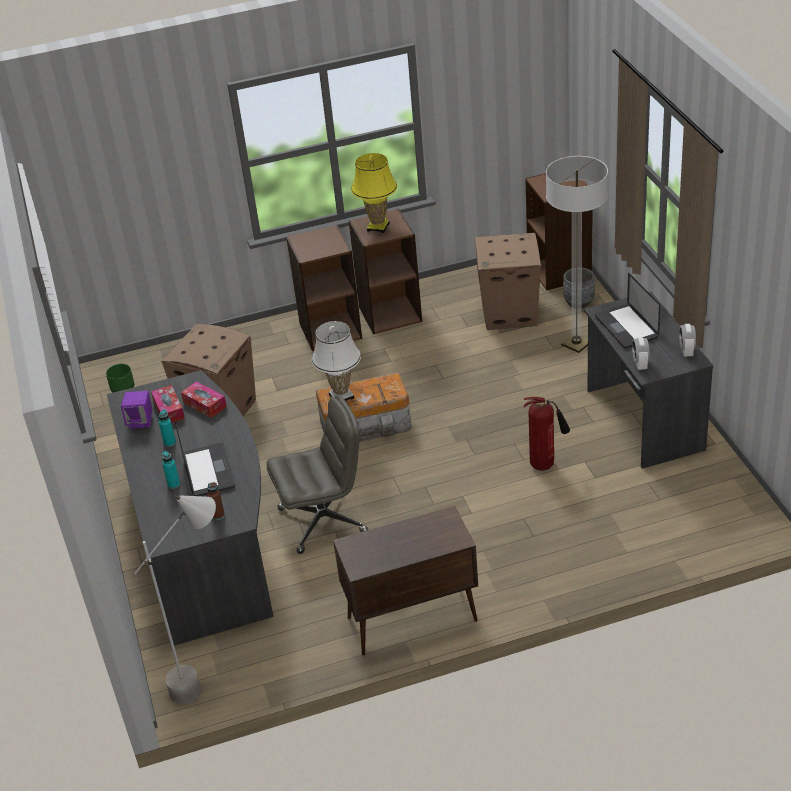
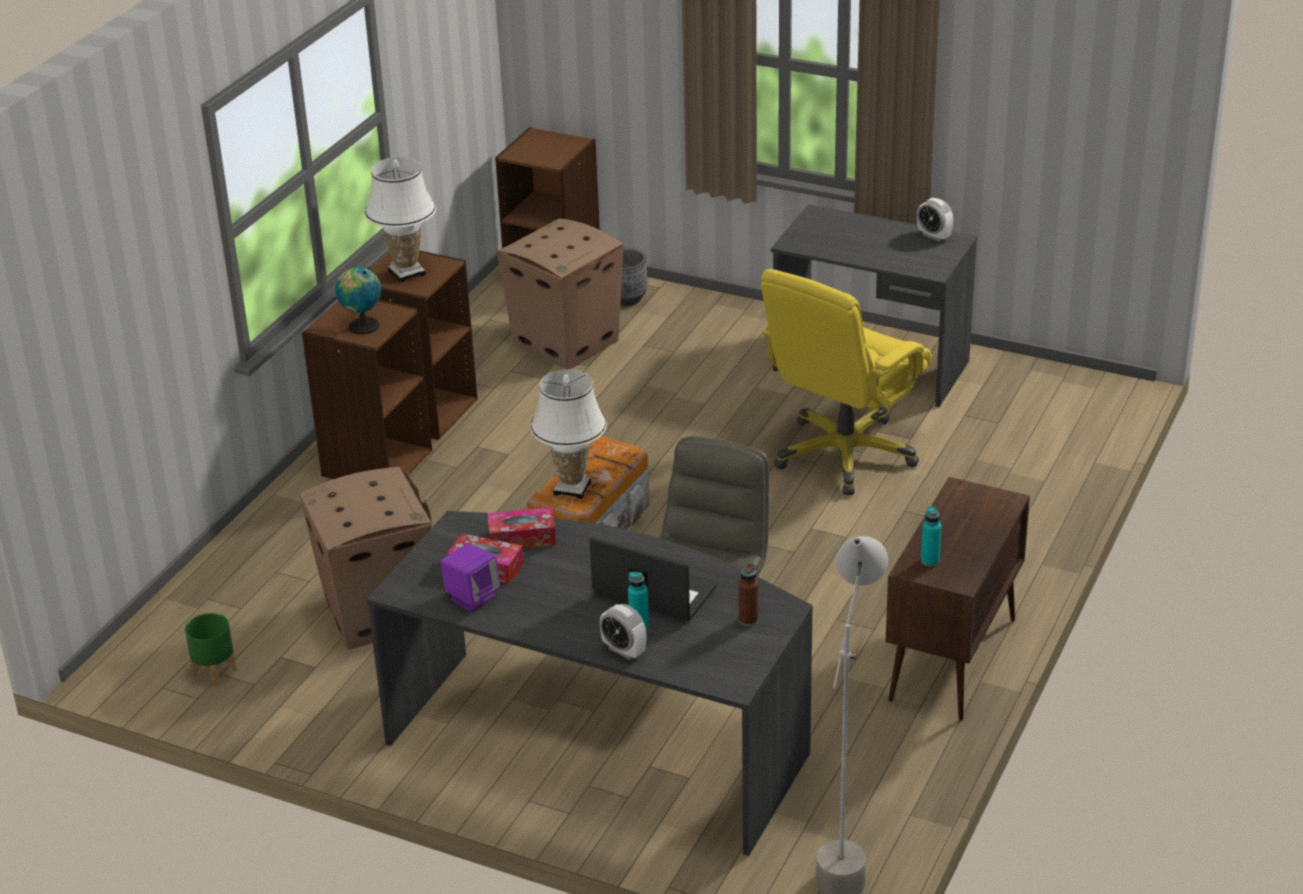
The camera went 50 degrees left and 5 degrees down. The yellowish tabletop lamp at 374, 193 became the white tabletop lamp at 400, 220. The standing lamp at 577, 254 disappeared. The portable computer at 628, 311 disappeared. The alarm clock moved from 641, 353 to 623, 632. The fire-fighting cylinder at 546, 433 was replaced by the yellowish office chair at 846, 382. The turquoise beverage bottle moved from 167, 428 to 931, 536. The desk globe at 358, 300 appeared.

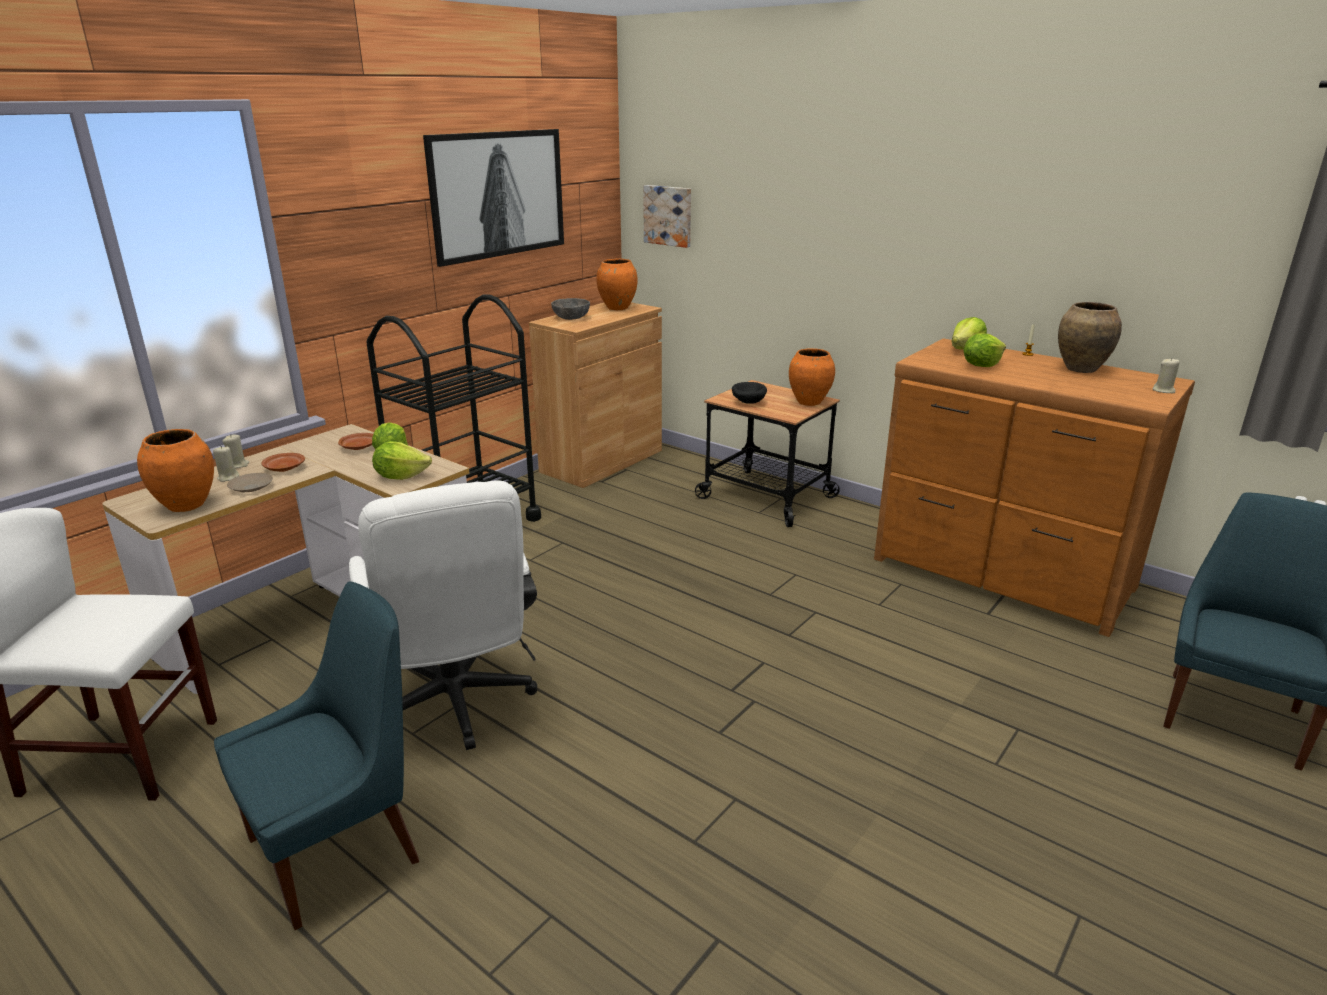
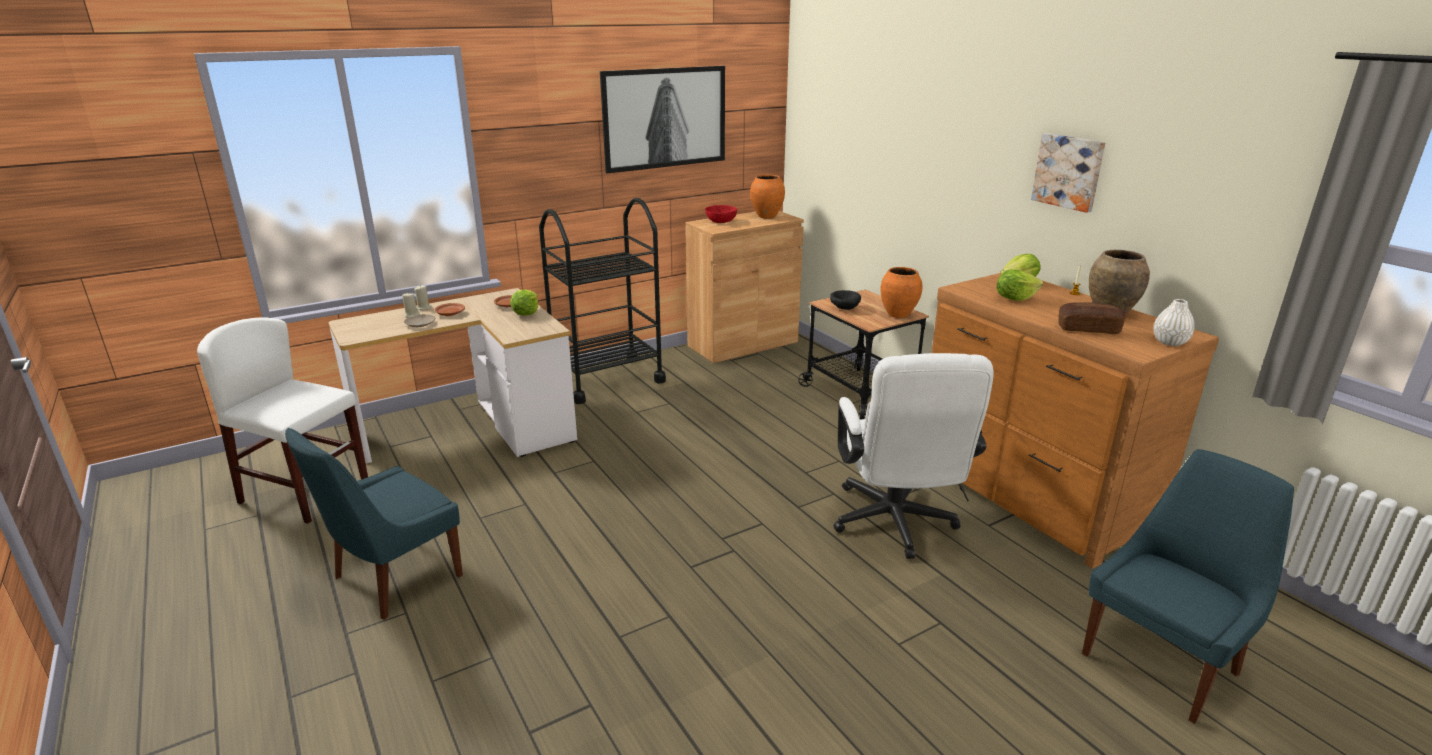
The camera went 20 degrees right and 0 degrees up. The picture moved from 667, 216 to 1068, 173. The grey serving bowl at 570, 309 became the red serving bowl at 721, 214. The sand-coloured wax light at 1166, 375 was replaced by the white flower vase at 1174, 322. The orange-coloured flower vase at 175, 470 disappeared. The head of lettuce at 402, 460 disappeared. The white office chair moved from 443, 615 to 913, 456. The blue-coloured plain chair at 316, 755 turned 150 degrees clockwise. The bread at 1092, 318 appeared.

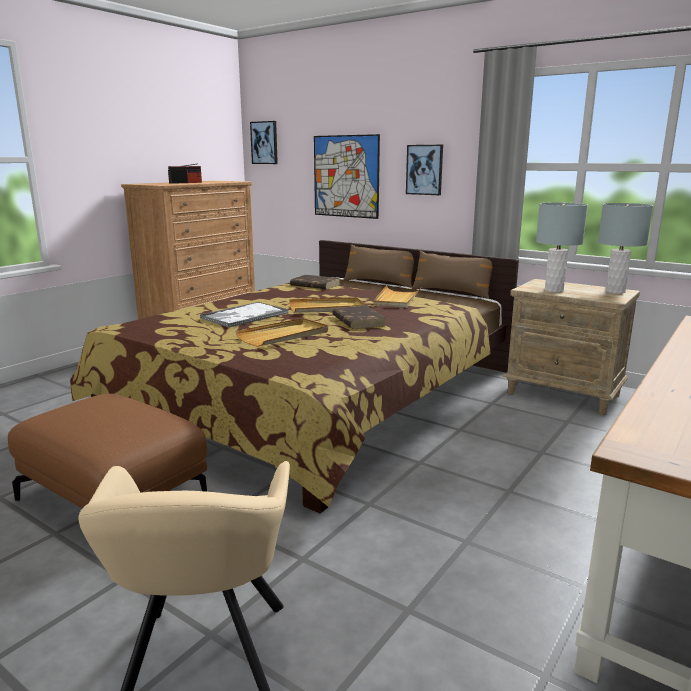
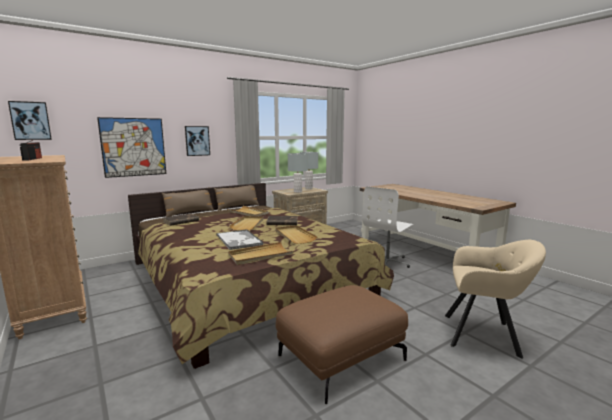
The camera went 70 degrees left and 5 degrees down. The white office chair at 388, 227 appeared. The sand-coloured serving tray at 261, 253 appeared.

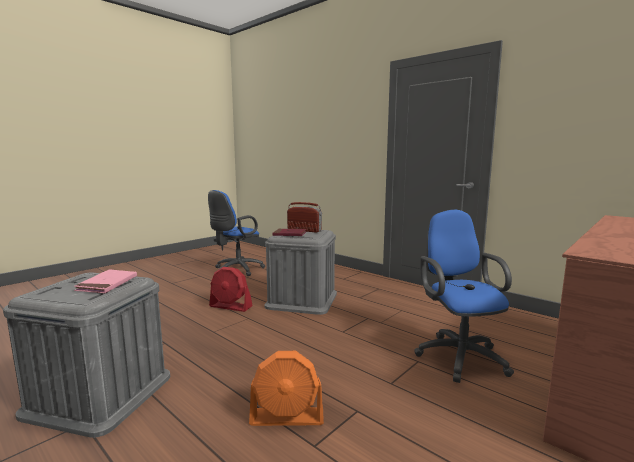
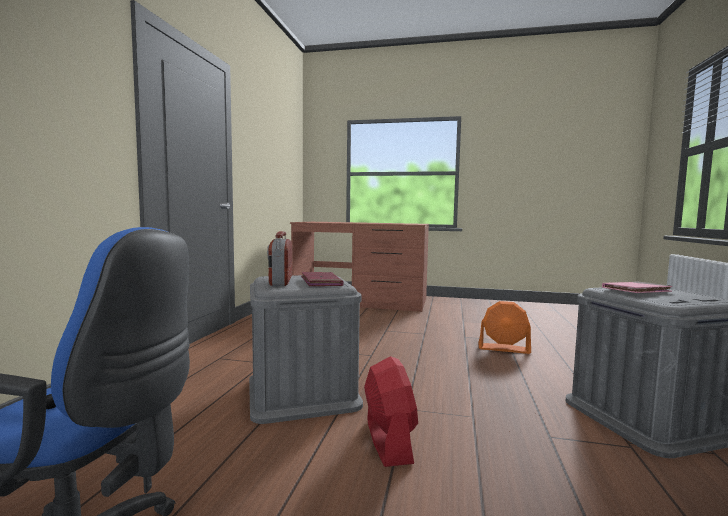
The camera went 120 degrees left and 5 degrees down. The blue-coloured office chair at 464, 296 disappeared. The orange-coloured fan at 286, 388 turned 135 degrees clockwise.

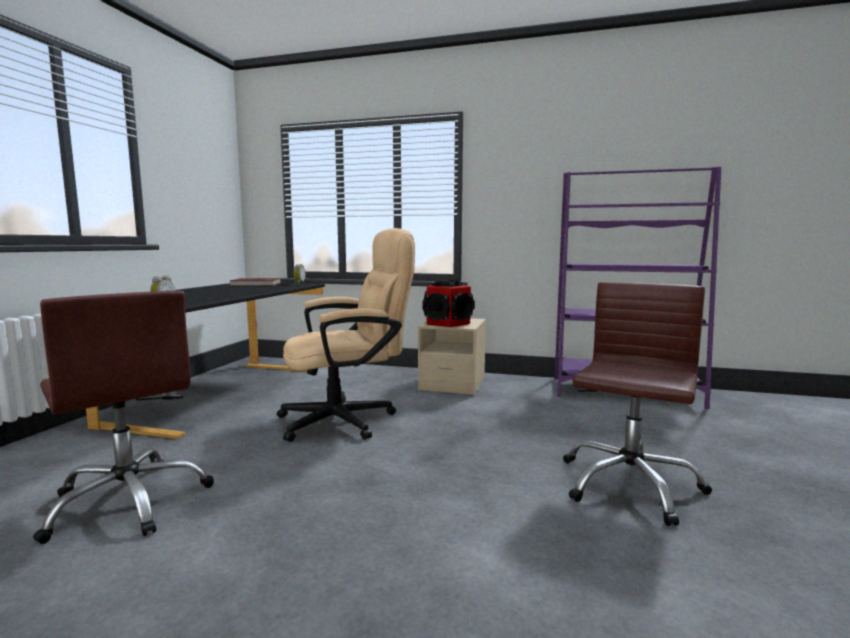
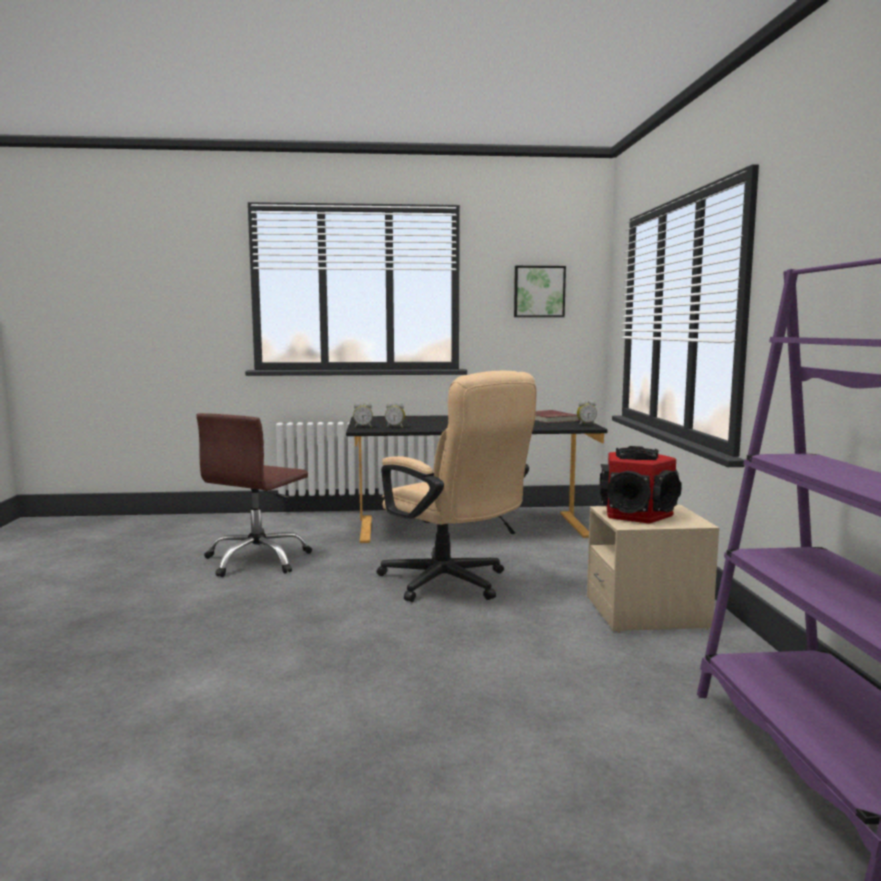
The camera went 70 degrees right and 0 degrees up. The brown office chair at 637, 404 disappeared. The picture at 540, 291 appeared. The alarm clock at 395, 415 appeared.

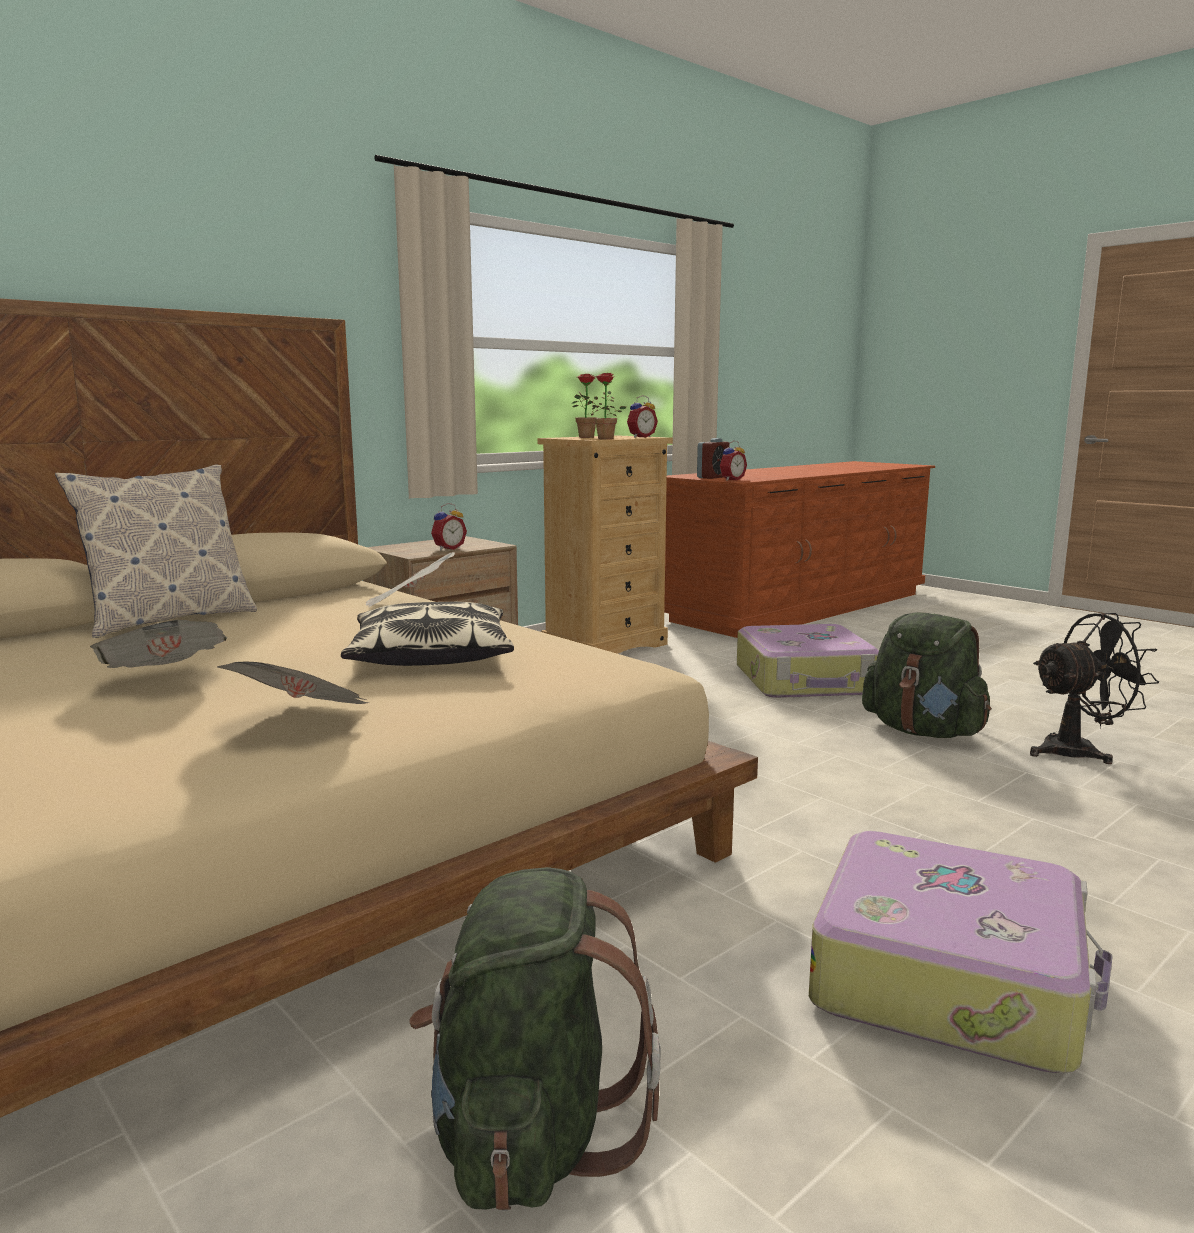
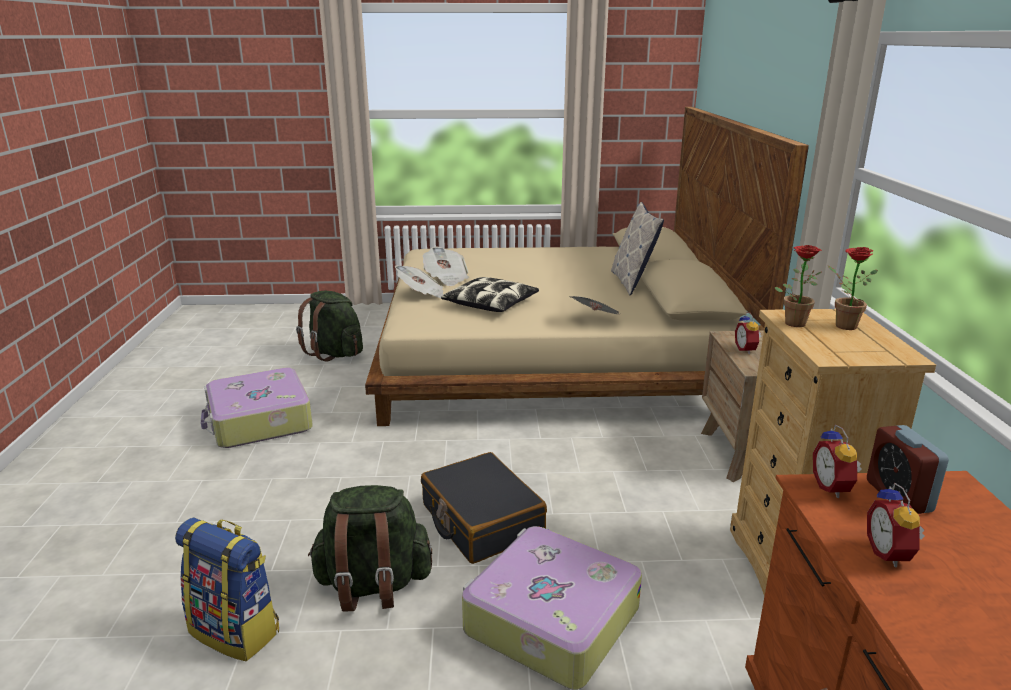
The camera went 130 degrees right and 10 degrees up. The alarm clock moved from 642, 416 to 896, 525. The blackish fan at 1094, 688 was replaced by the knapsack at 227, 590. The printed paper moved from 158, 644 to 419, 281. The blackish piece of luggage at 484, 508 appeared.

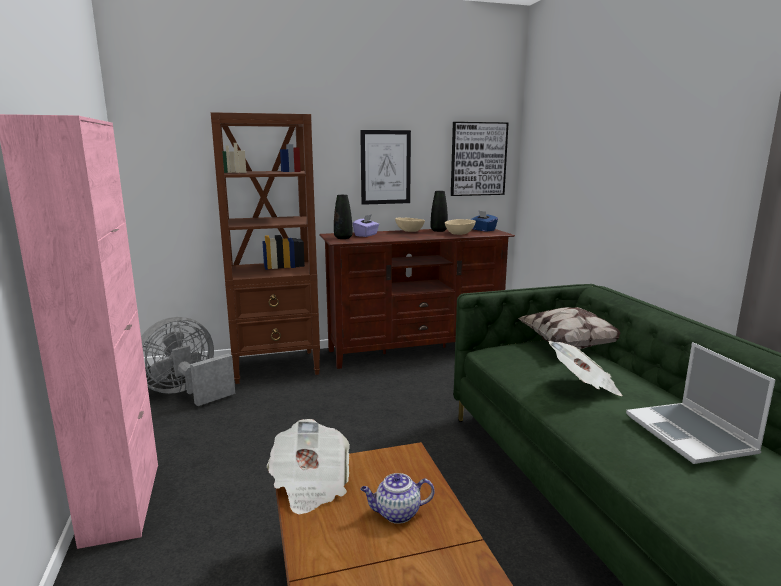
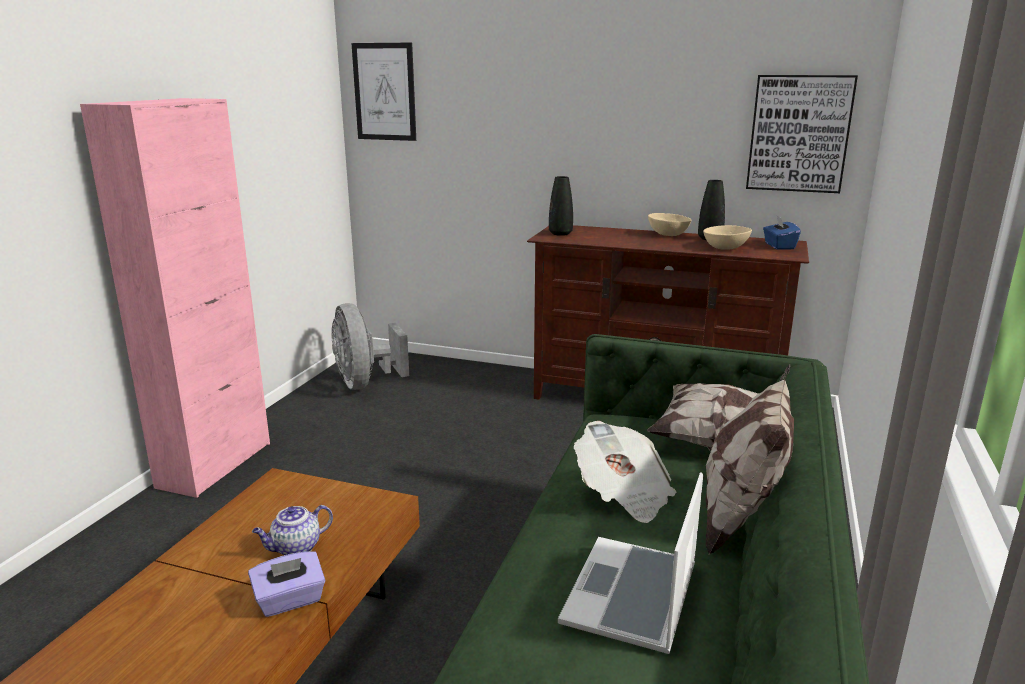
The camera went 35 degrees right and 5 degrees up. The brown bookshelf at 265, 248 disappeared. The picture moved from 385, 167 to 383, 92. The purple box of tissues moved from 366, 225 to 287, 584. The grey fan at 188, 361 turned 105 degrees counterclockwise. The printed paper at 308, 467 disappeared. The pot for tea at 397, 498 turned 60 degrees counterclockwise. The pillow at 750, 460 appeared.

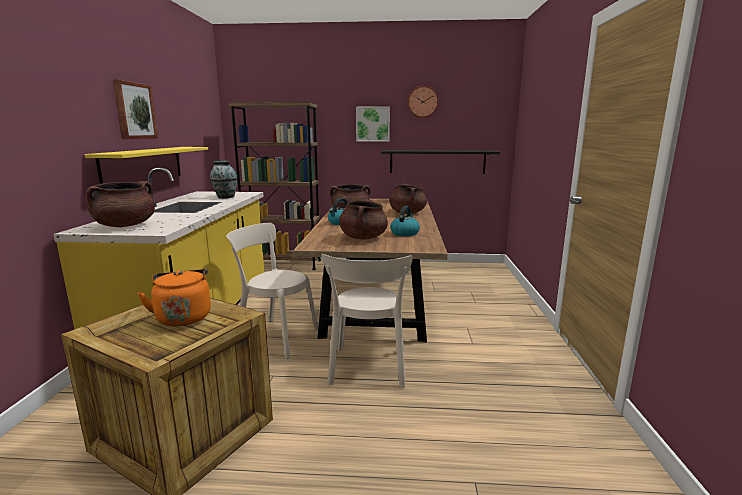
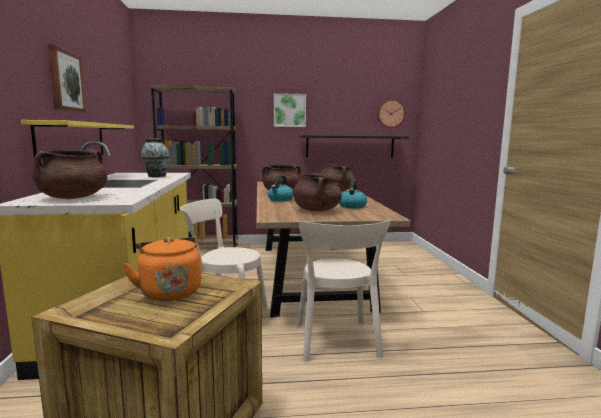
The camera went 10 degrees left and 5 degrees down. The clock on the wall moved from 423, 101 to 391, 113.

